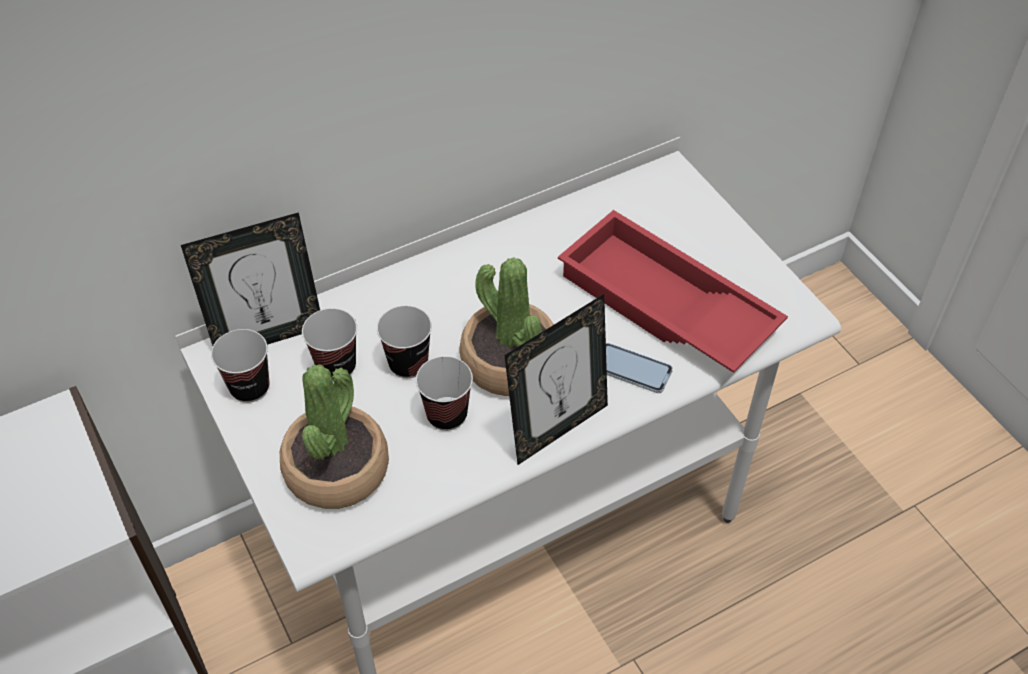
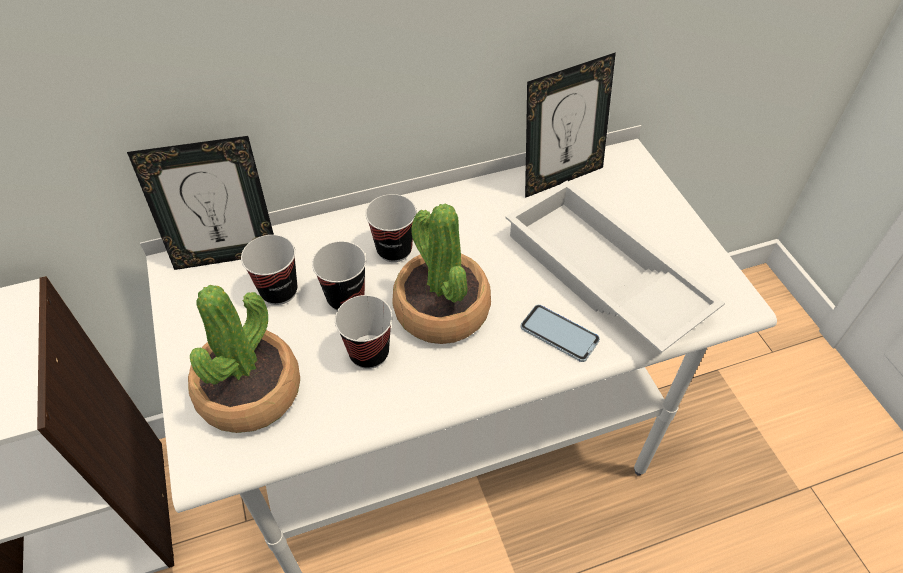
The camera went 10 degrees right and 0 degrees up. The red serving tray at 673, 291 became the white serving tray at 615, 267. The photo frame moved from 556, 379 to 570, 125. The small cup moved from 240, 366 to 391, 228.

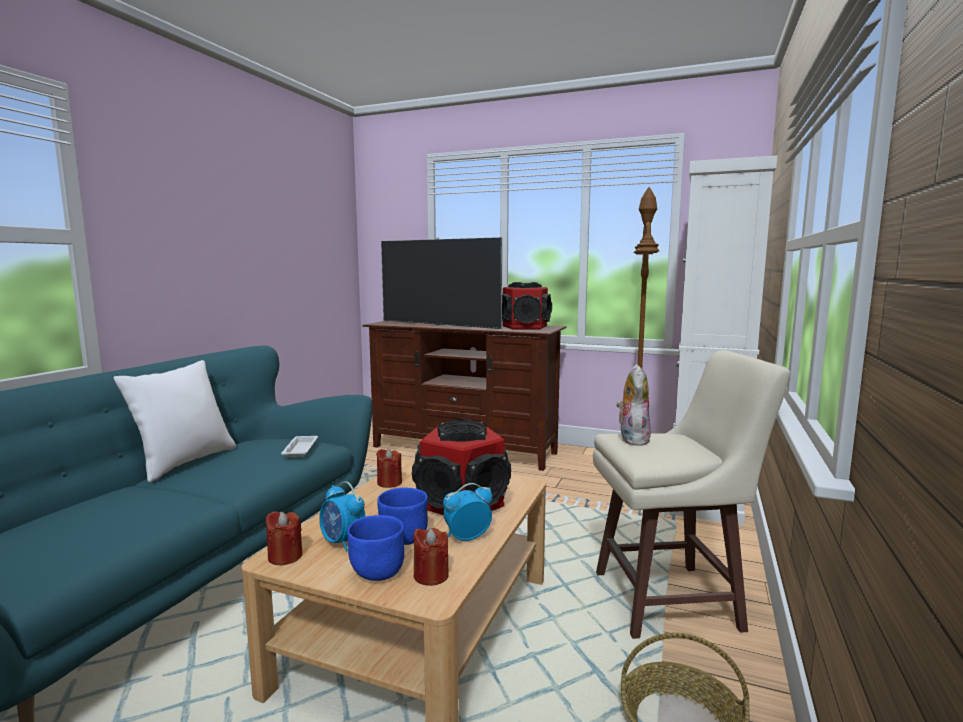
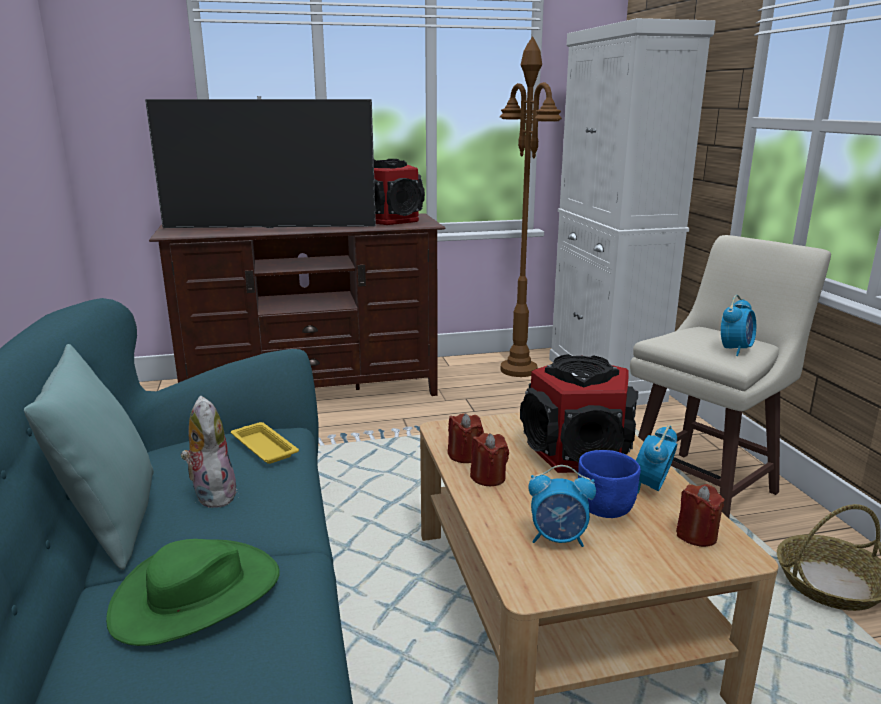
The camera went 35 degrees left and 10 degrees up. The white pillow at 175, 421 became the turquoise pillow at 89, 457. The cuddly toy moved from 633, 405 to 209, 452. The white serving tray at 299, 446 became the yellowish serving tray at 265, 443. The red wax light moved from 284, 538 to 489, 459. The blue-coloured serving bowl at 375, 548 disappeared. The alarm clock at 738, 325 appeared. The green wearable hat at 193, 592 appeared.

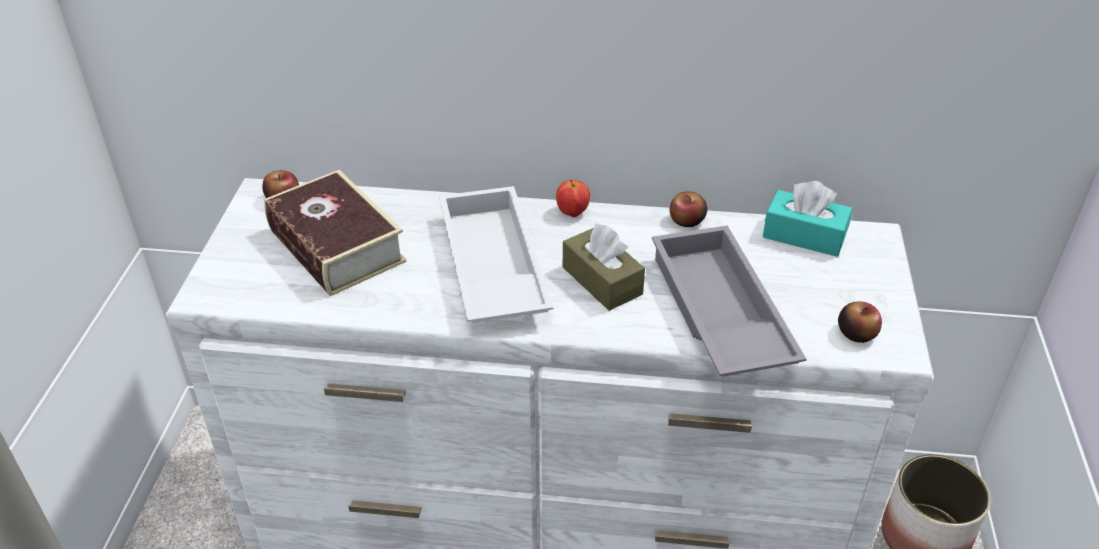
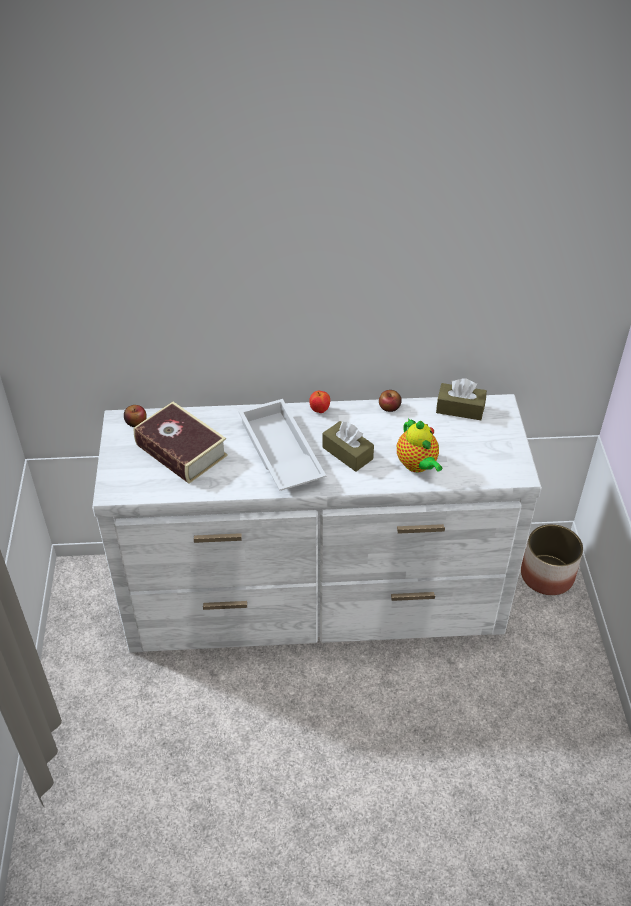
The camera went 10 degrees left and 5 degrees up. The turquoise box of tissues at 807, 219 became the brown box of tissues at 461, 399. The grey serving tray at 729, 301 was replaced by the pot for tea at 419, 445. The whole apple at 860, 322 disappeared.

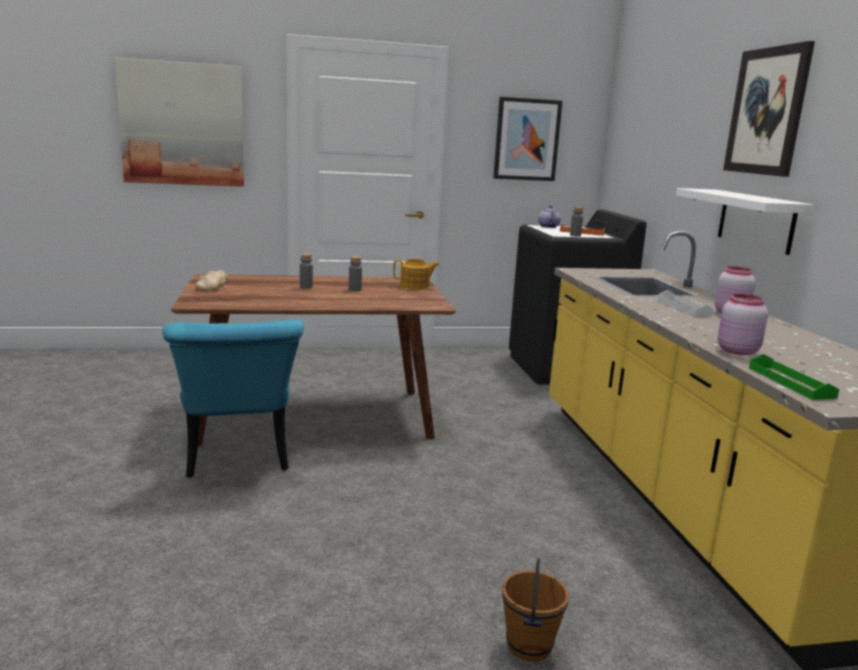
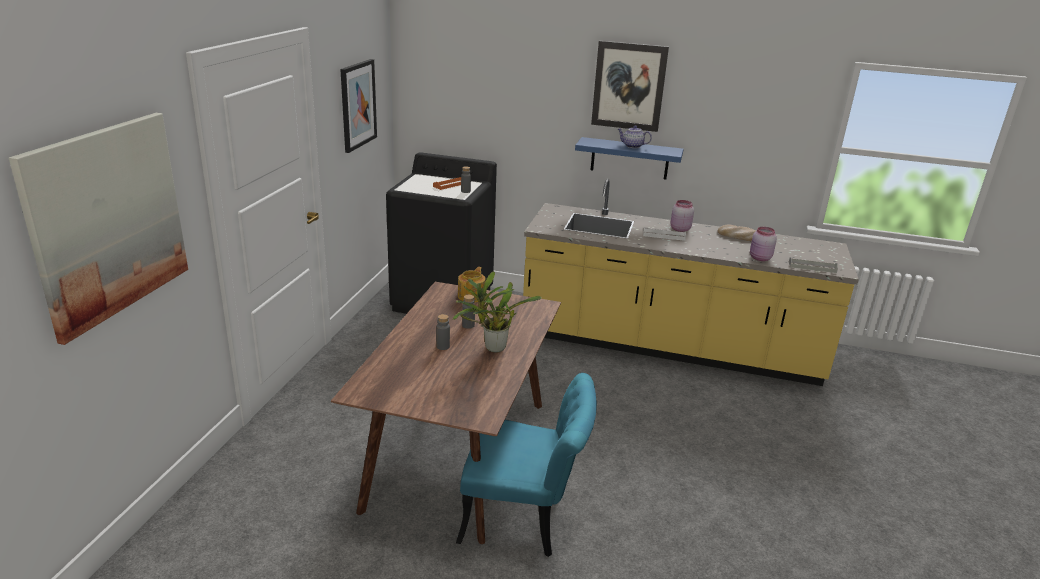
The camera went 65 degrees left and 10 degrees up. The white bracket shelf at 745, 221 became the blue-coloured bracket shelf at 629, 158. The pot for tea moved from 549, 216 to 635, 136. The bread moved from 211, 280 to 736, 233. The green serving tray at 794, 377 became the grey serving tray at 813, 265. The brown pail at 535, 610 disappeared. The potted plant at 497, 312 appeared.

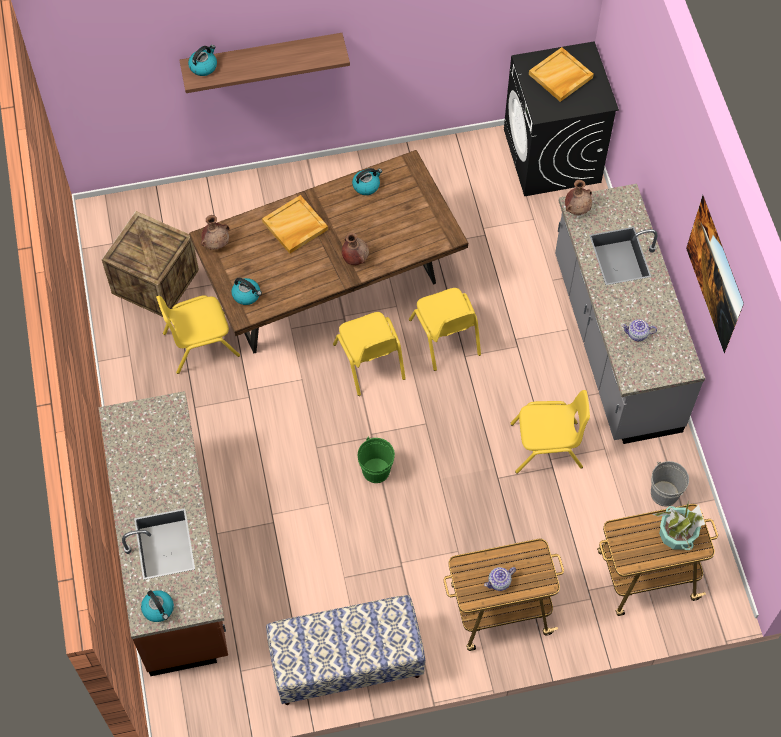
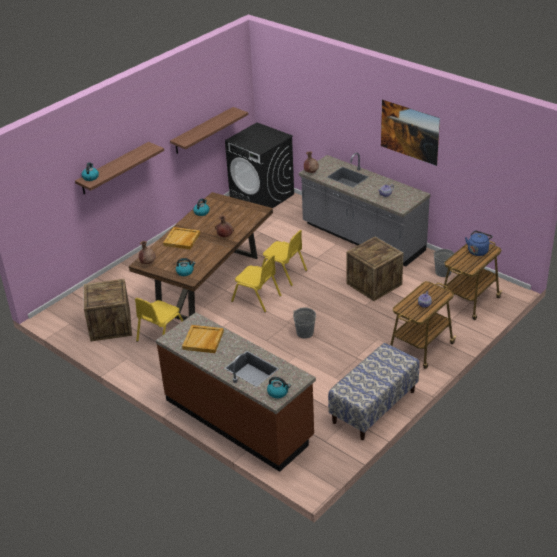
The camera went 35 degrees left and 25 degrees down. The sand-coloured serving tray moved from 561, 74 to 203, 339. The yellowish plain chair at 550, 432 was replaced by the shipping crate at 375, 269. The green pail at 376, 459 became the grey pail at 304, 323. The potted plant at 679, 525 was replaced by the blue-coloured tea kettle at 479, 243. The bracket shelf at 209, 130 appeared.

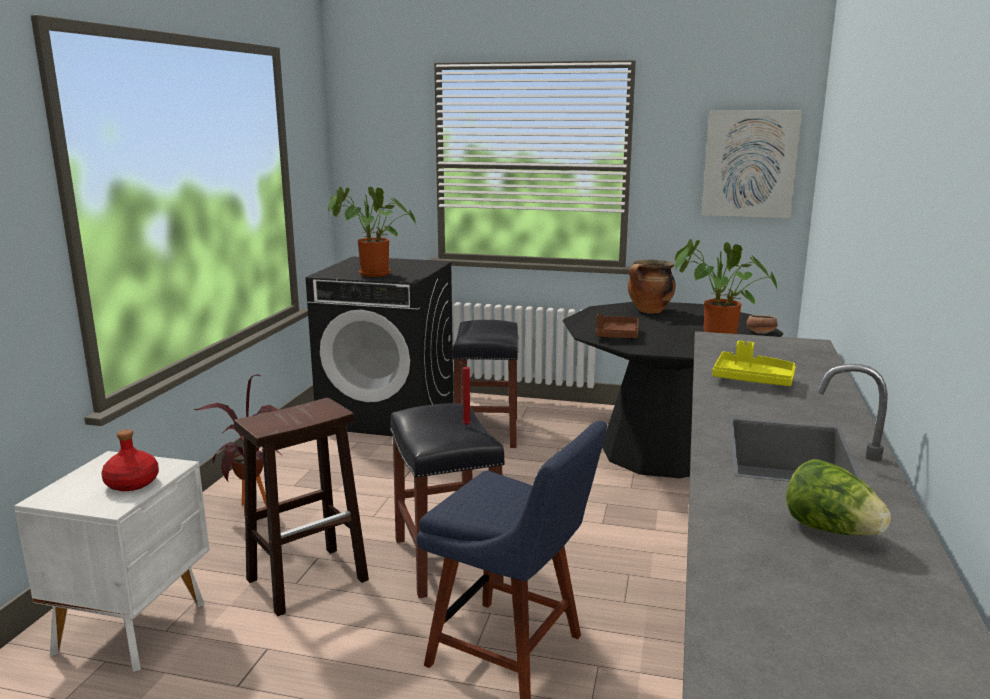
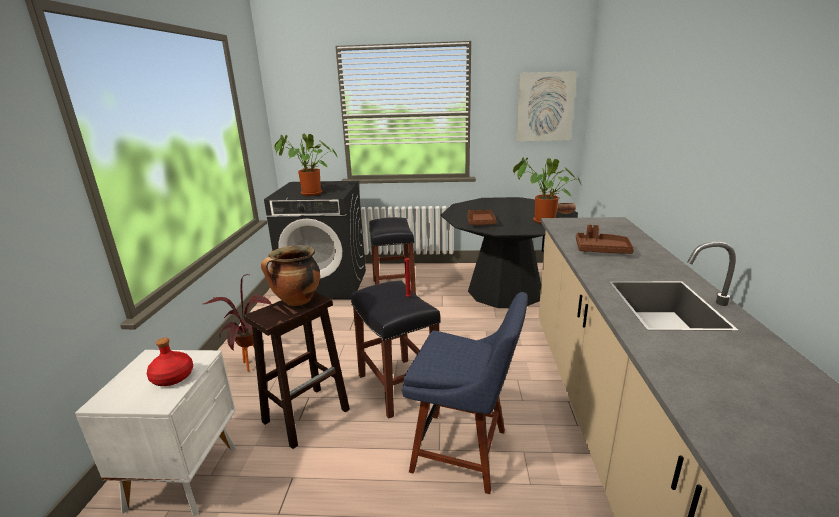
The camera went 10 degrees left and 5 degrees up. The cooking pot moved from 652, 287 to 290, 275. The yellowish serving tray at 754, 363 became the brown serving tray at 605, 239. The head of lettuce at 838, 497 disappeared.

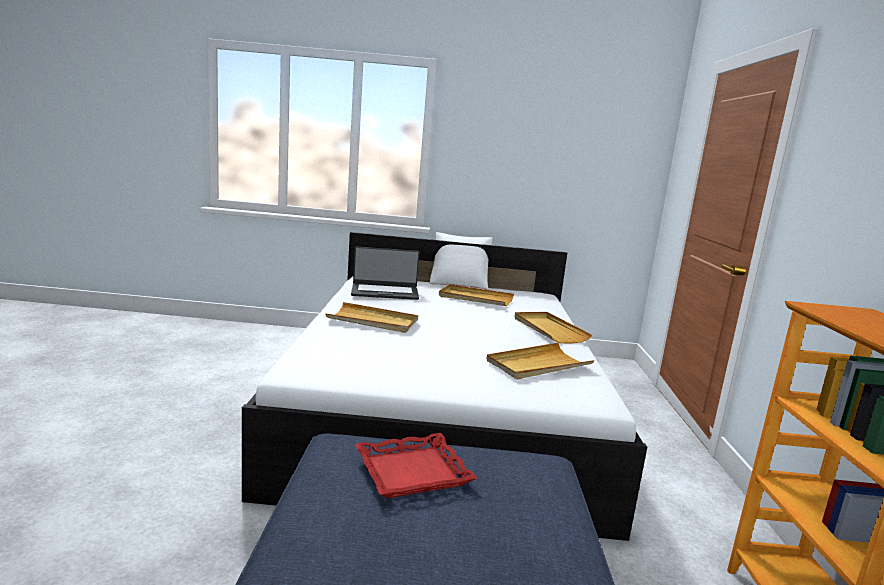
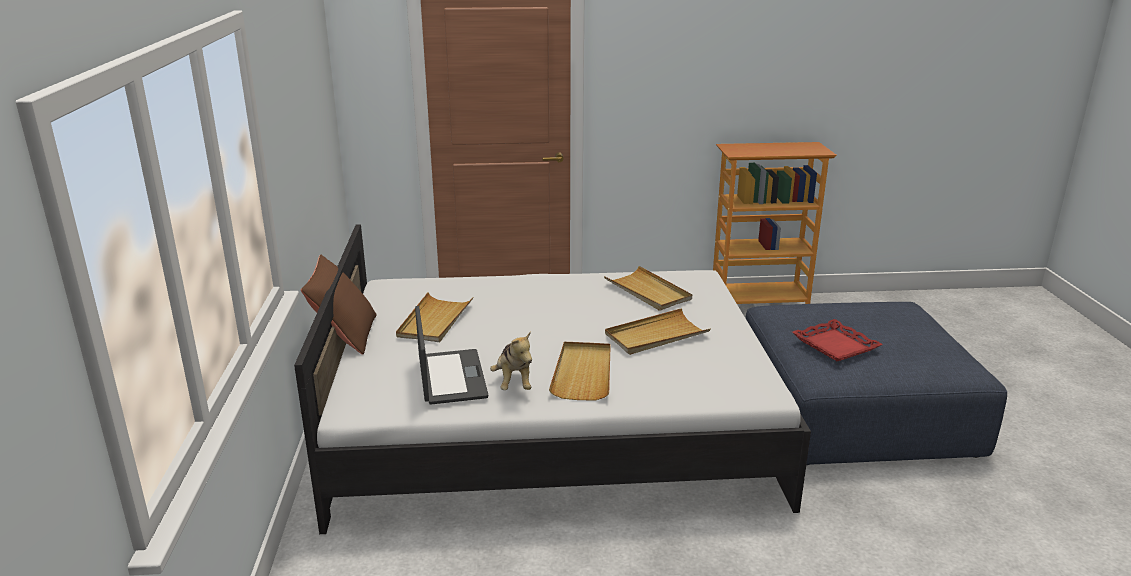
The camera went 95 degrees left and 10 degrees up. The white pillow at 461, 261 became the brown pillow at 339, 304. The sand-coloured serving tray moved from 553, 327 to 658, 331. The cuddly toy at 511, 360 appeared.

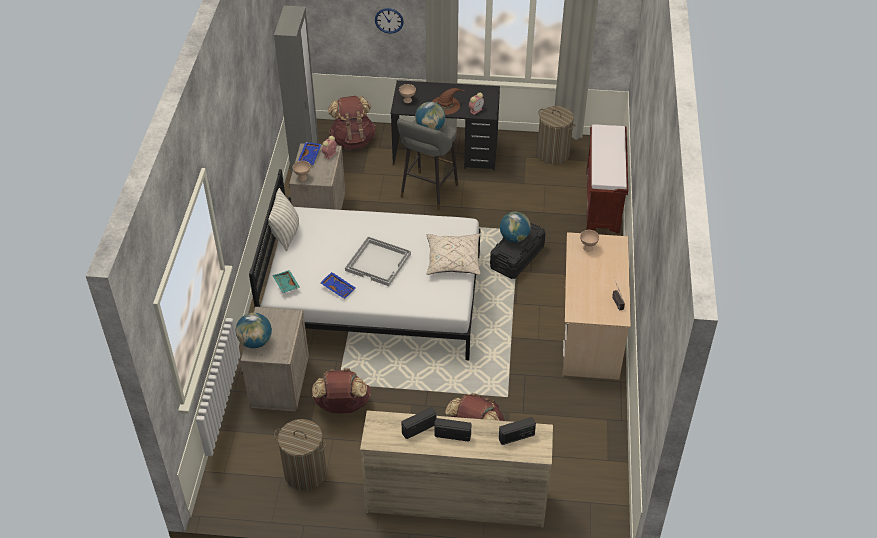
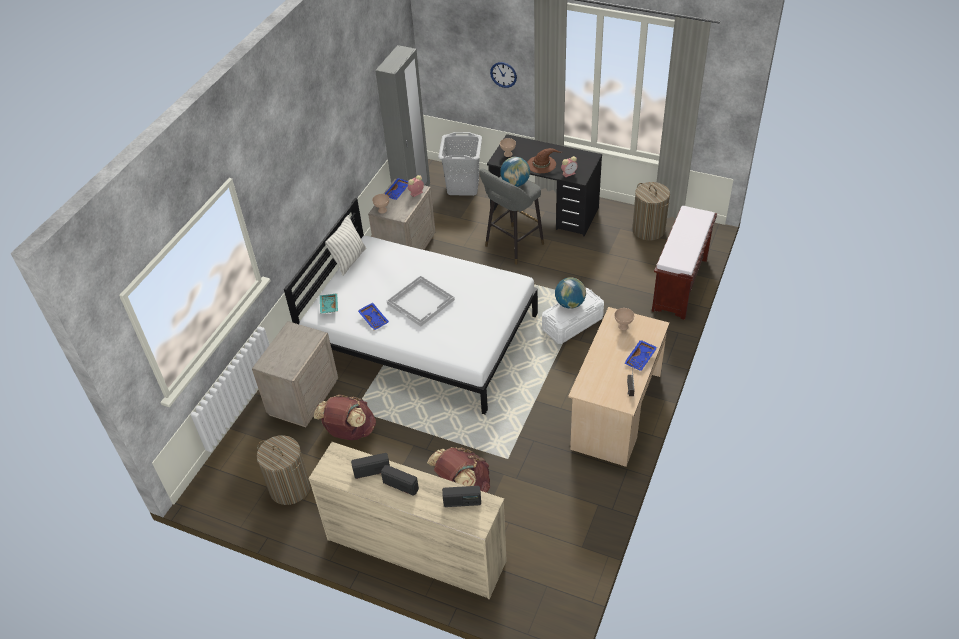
The camera went 20 degrees right and 0 degrees up. The brown knapsack at 352, 122 was replaced by the grey laundry basket at 460, 164. The blackish storage box at 518, 250 became the white storage box at 573, 316. The sand-coloured pillow at 454, 254 disappeared. The desk globe at 254, 330 disappeared. The blue-coloured serving tray at 641, 355 appeared.

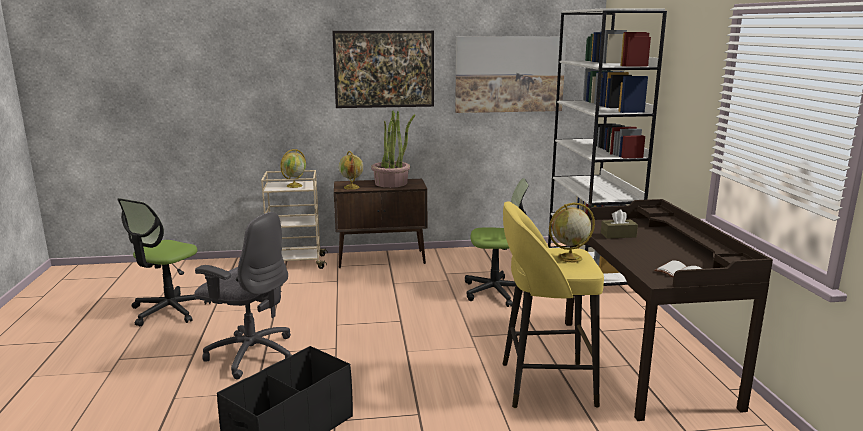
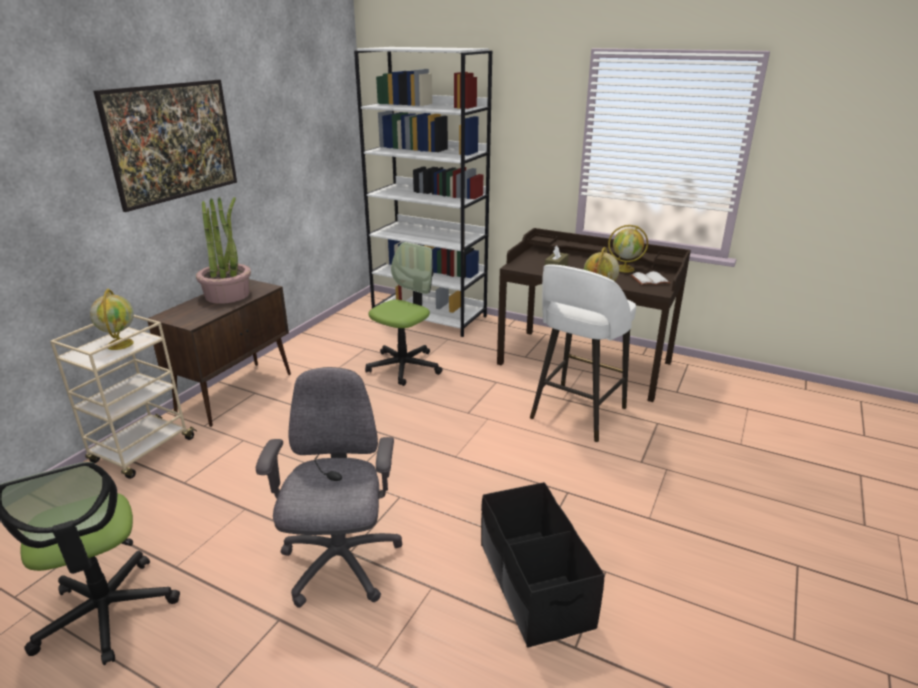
The camera went 55 degrees left and 10 degrees up. The picture at 510, 75 disappeared. The desk globe moved from 351, 170 to 628, 249. The yellowish stool seat at 553, 304 became the white stool seat at 583, 353. The grey office chair at 243, 295 turned 60 degrees counterclockwise.

